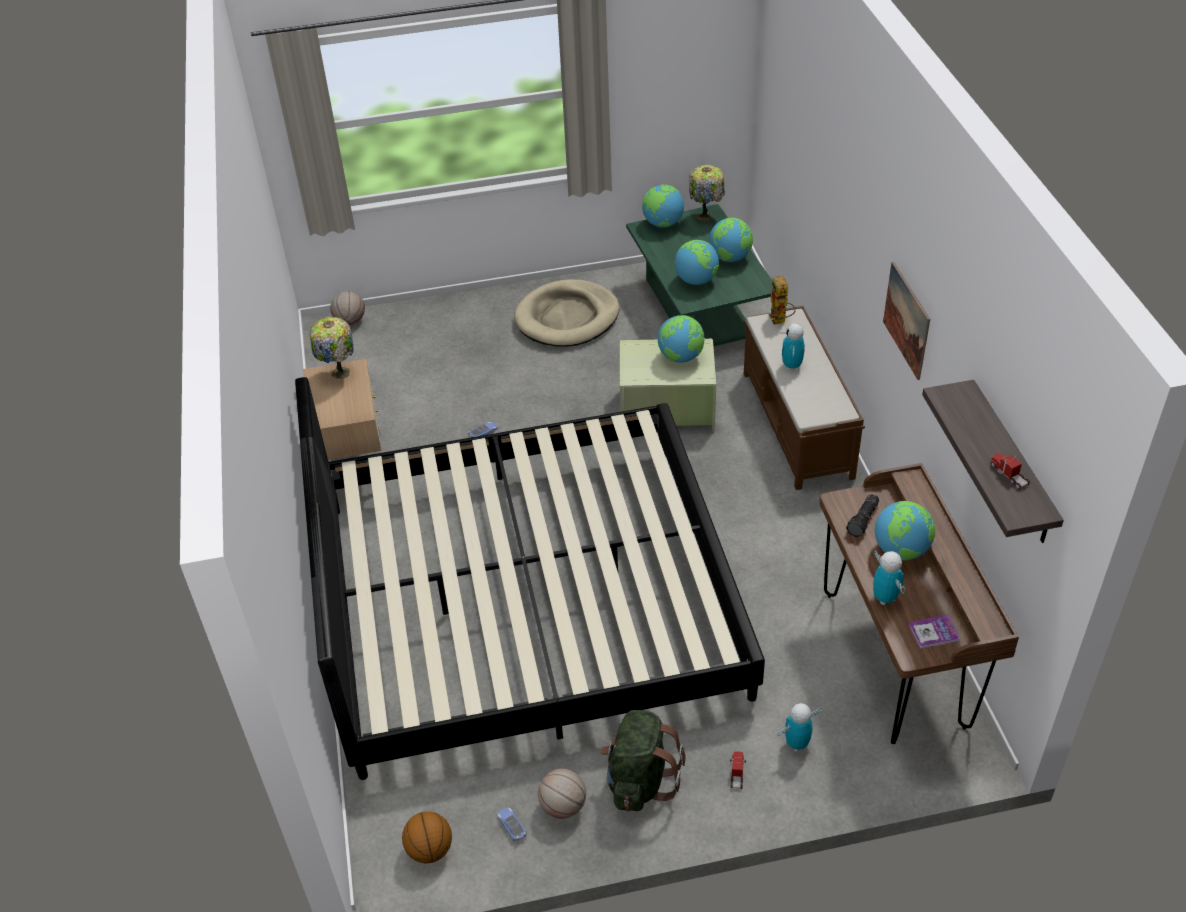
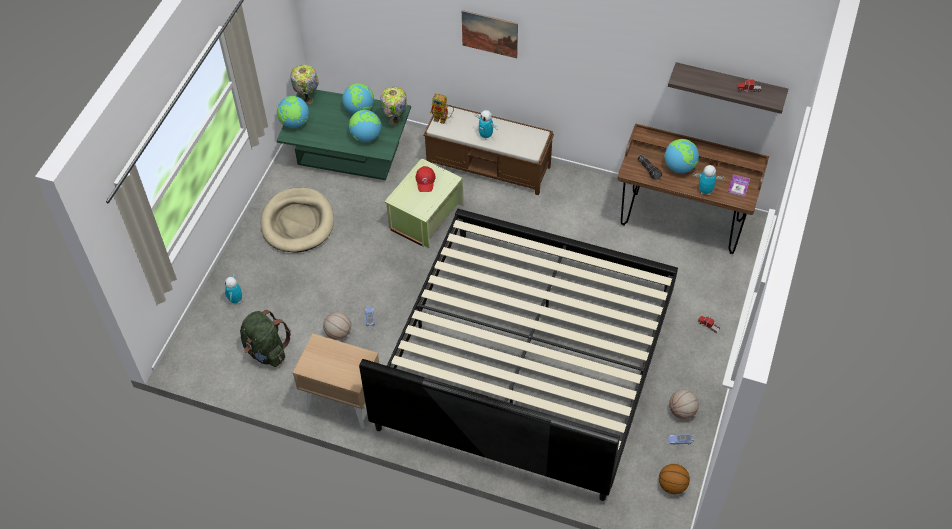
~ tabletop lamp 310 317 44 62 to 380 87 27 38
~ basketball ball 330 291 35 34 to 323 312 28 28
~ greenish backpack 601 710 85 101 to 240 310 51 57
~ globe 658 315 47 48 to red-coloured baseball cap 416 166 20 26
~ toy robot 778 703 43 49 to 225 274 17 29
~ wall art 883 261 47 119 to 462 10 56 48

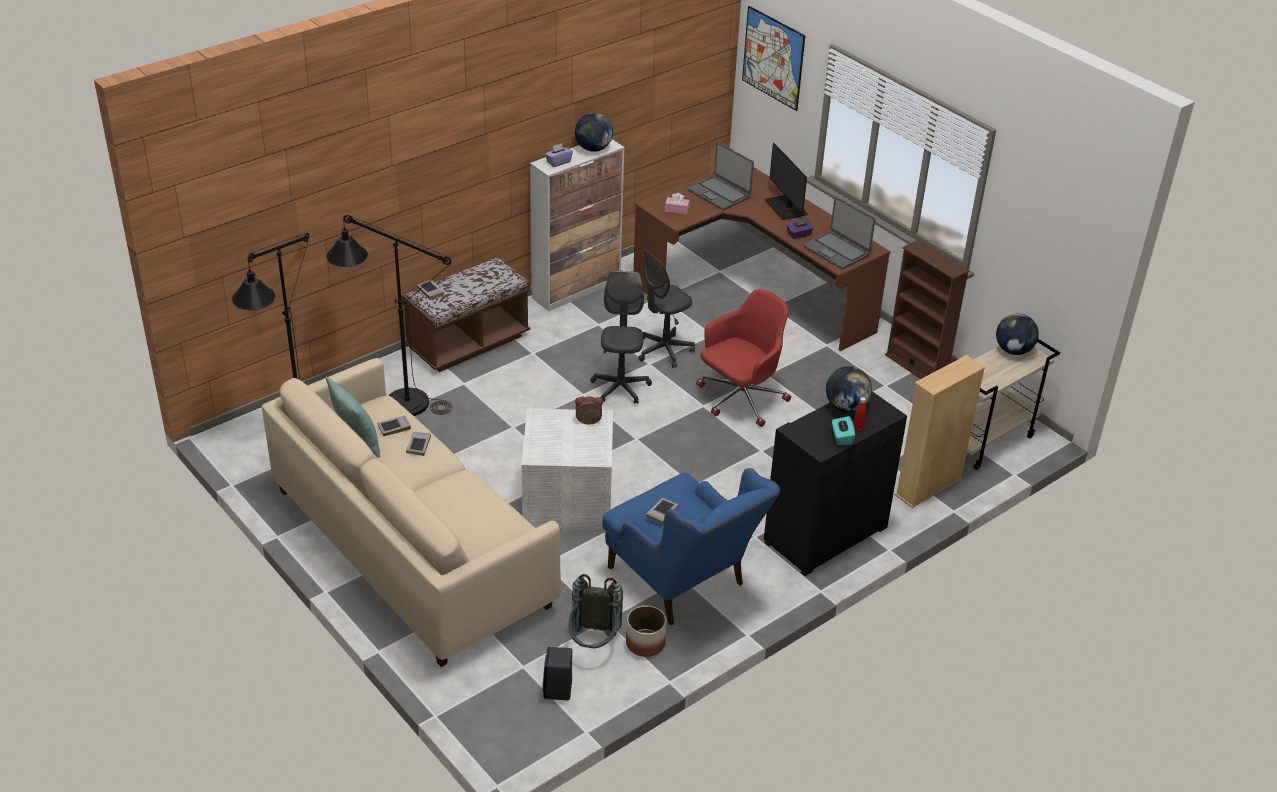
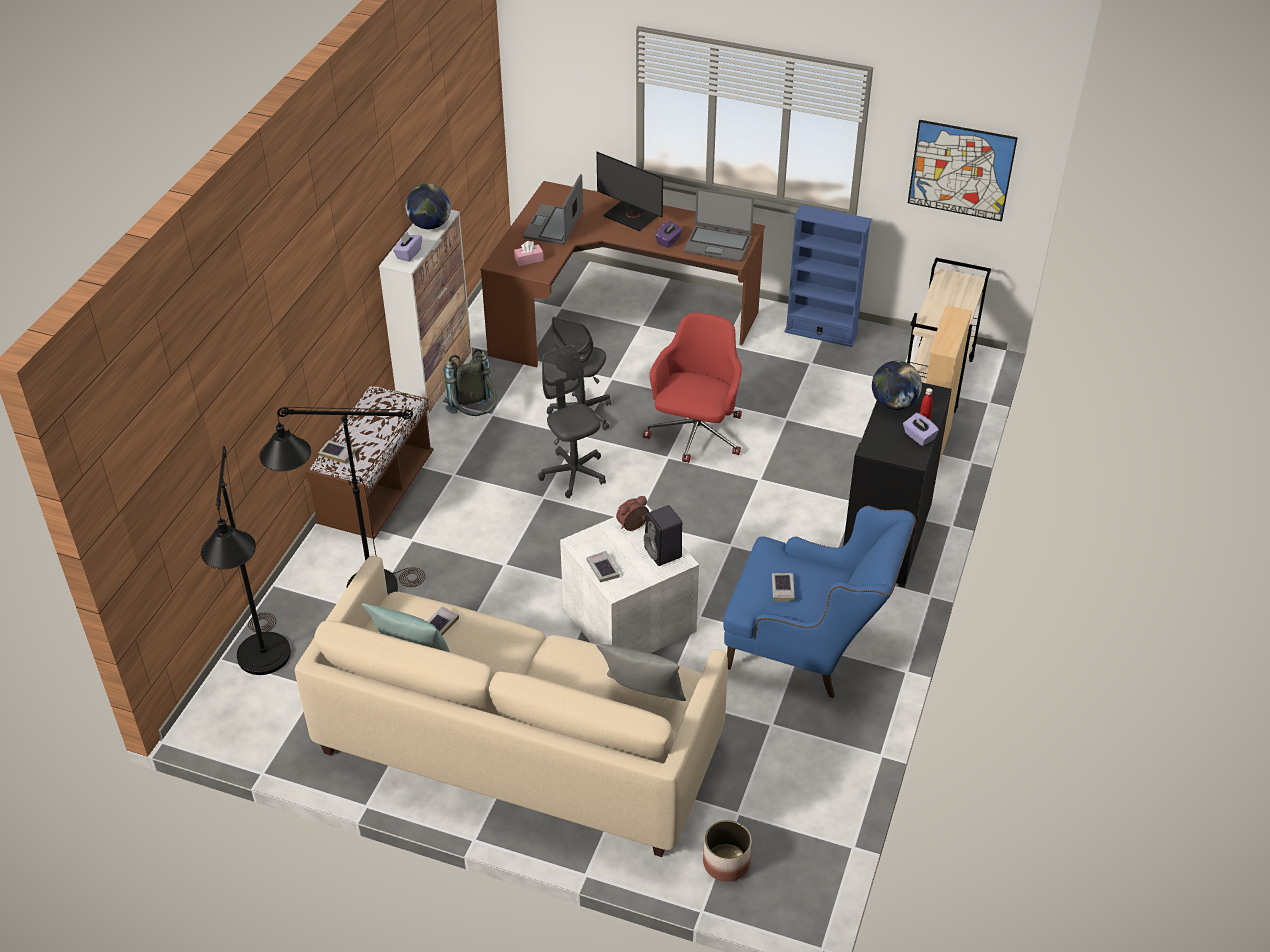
~ book 406 432 25 24 to 587 551 33 31
~ black audio speaker 543 647 29 53 to 644 505 38 61
~ gray backpack 568 574 55 74 to 444 349 53 67
~ planter 626 605 41 52 to 703 820 48 62
~ portable computer 688 142 66 68 = 523 174 60 71 90 degrees clockwise
~ wall art 742 6 63 105 to 908 120 110 102
~ turquoise-coloured tissue holder 832 416 23 29 to purple-coloured tissue holder 903 413 36 33
~ brownish shelving unit 885 240 84 139 to bluish shelving unit 784 204 88 143
- globe 996 314 43 41
+ gray cushion 596 643 90 58

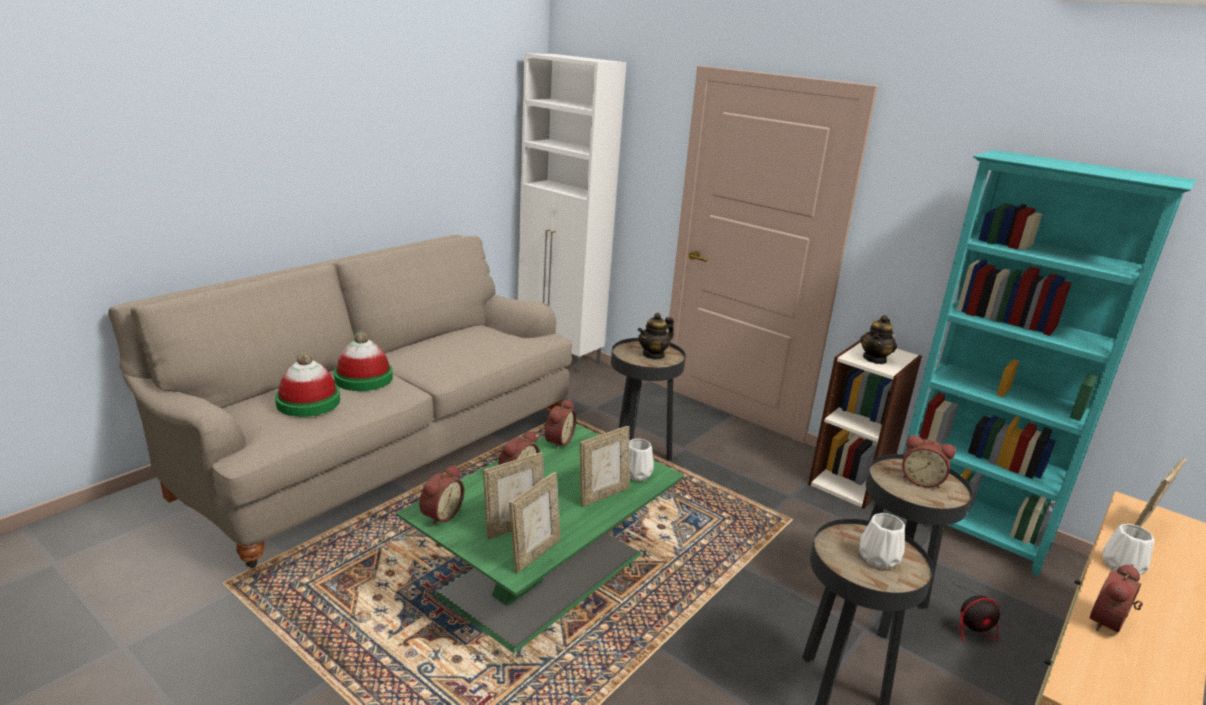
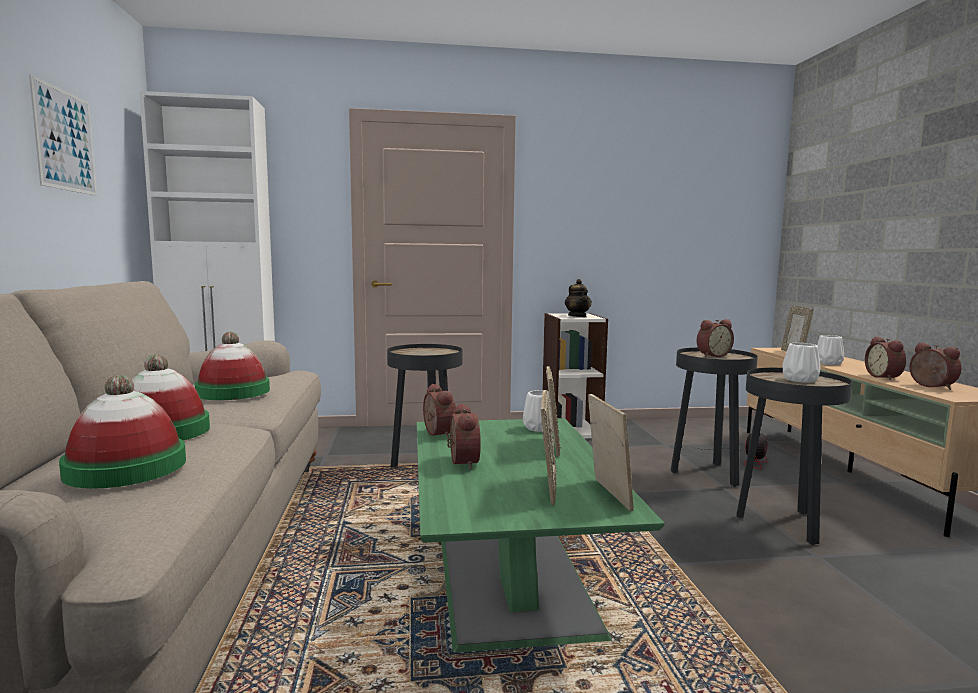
~ alarm clock 419 465 45 61 to 909 342 53 48
- tea pot 638 313 36 47
- turquoise-coloured shelving unit 888 150 309 426
+ wall art 29 74 68 122
+ hat 195 332 75 68

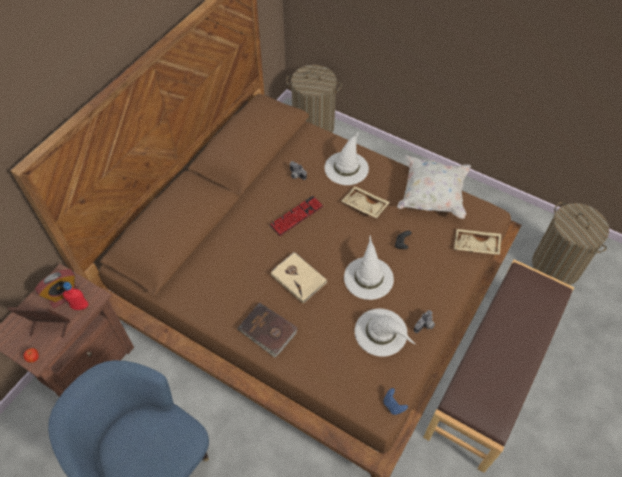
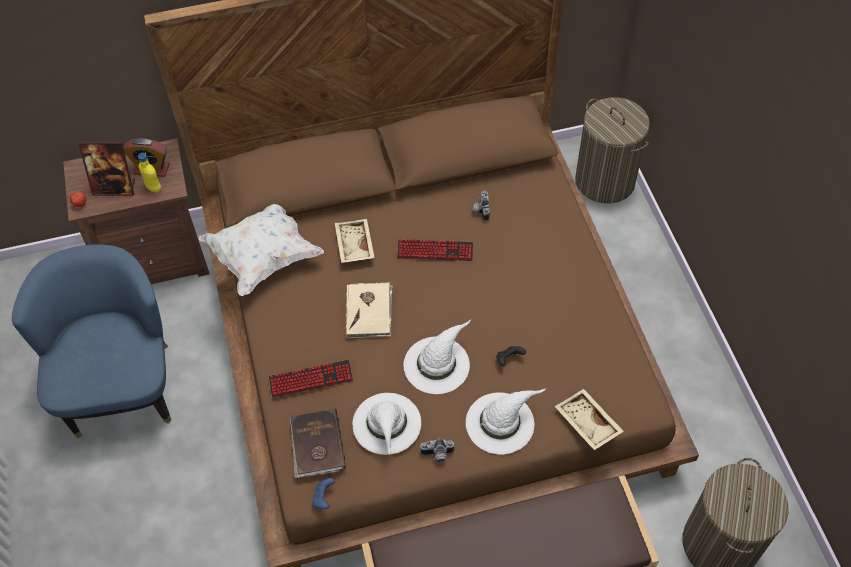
~ picture frame 8 307 62 30 = 78 142 57 54 135 degrees clockwise
~ red-coloured bottle 63 282 25 28 to yellow bottle 138 153 23 40
~ brownish book 237 302 61 56 to 290 408 56 70
~ white-coloured hat 324 131 45 54 to 466 388 81 66
~ sand-coloured tray 341 186 49 32 to 335 219 40 44
~ white-coloured cushion 397 155 74 64 to 199 204 125 92
+ keyboard 269 360 84 38

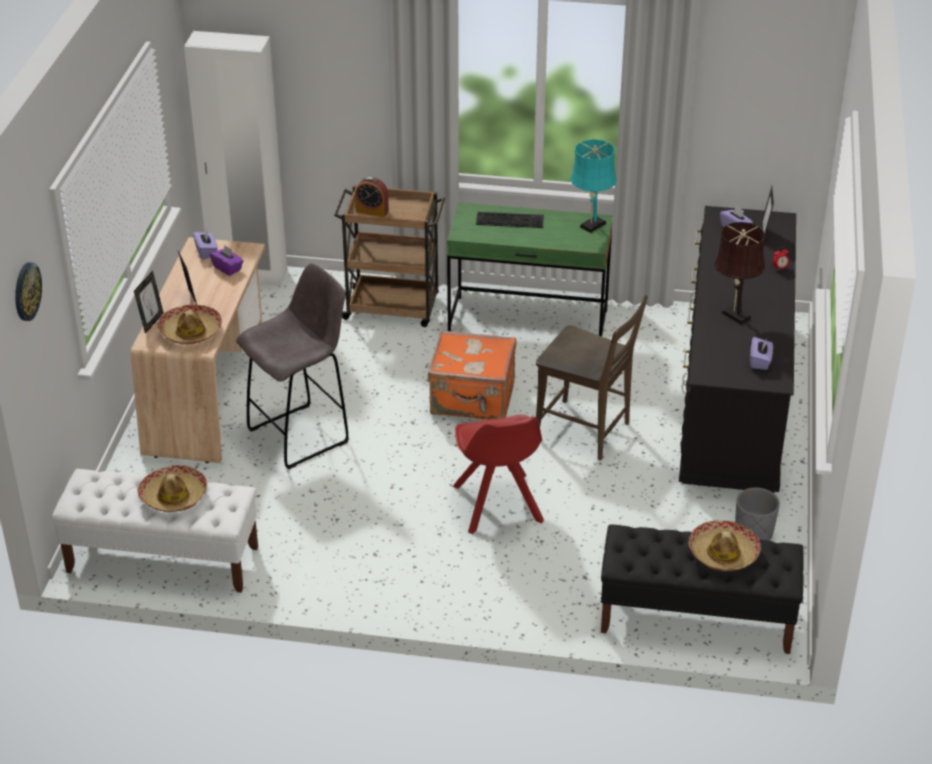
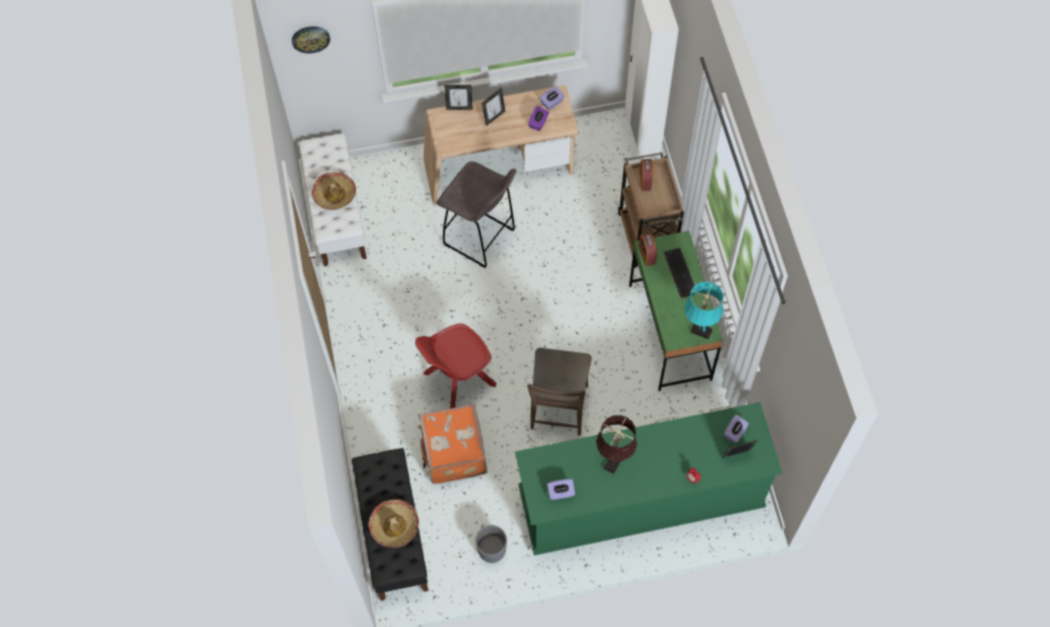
- hat 157 304 65 41
~ orangey suitcase 428 330 88 90 to 418 404 69 80
~ black drawer chest 679 206 117 287 to greenish drawer chest 515 402 267 153
+ alarm clock 639 233 18 33

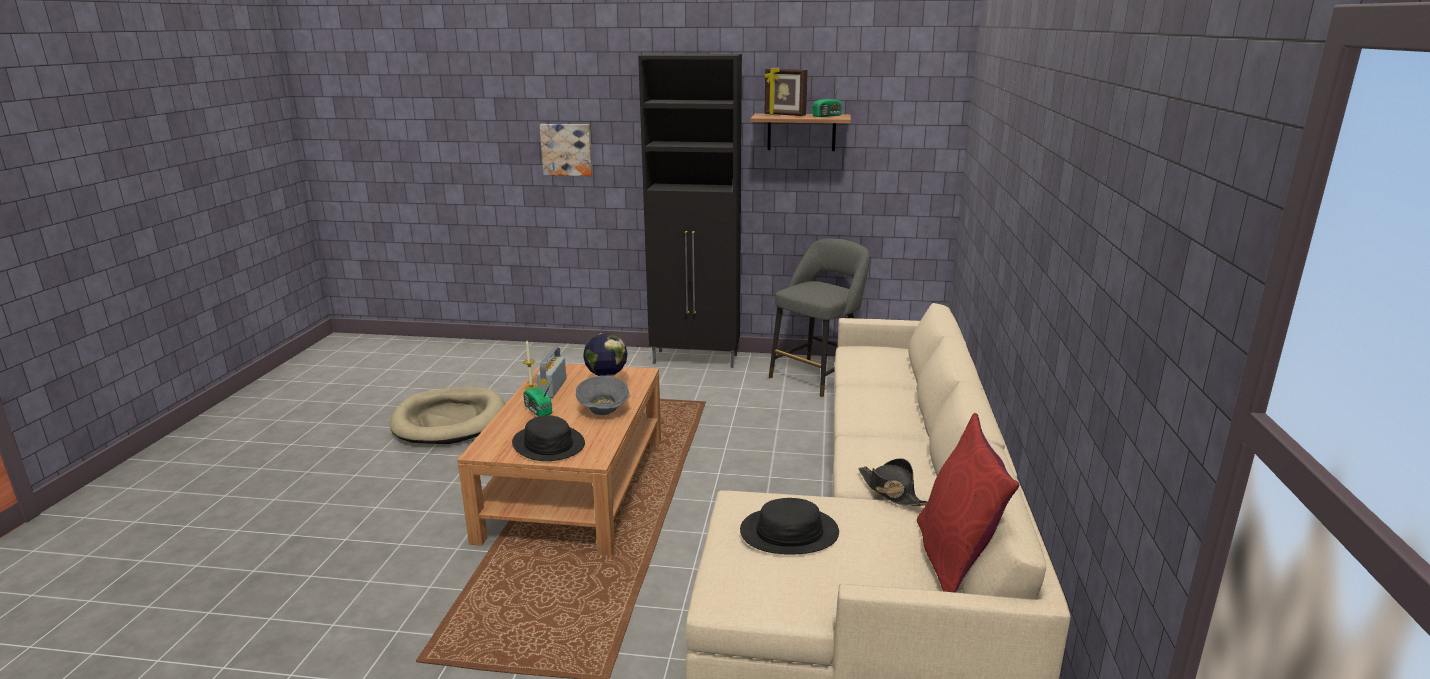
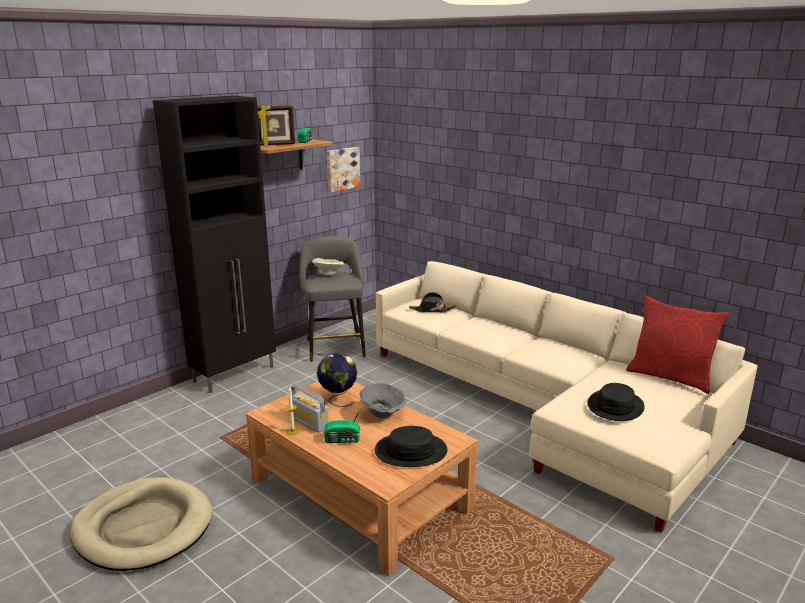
~ wall art 539 124 54 52 to 327 147 33 45
~ black hat 859 458 69 48 to 409 292 48 21
+ sand-coloured deep dish 312 258 32 17

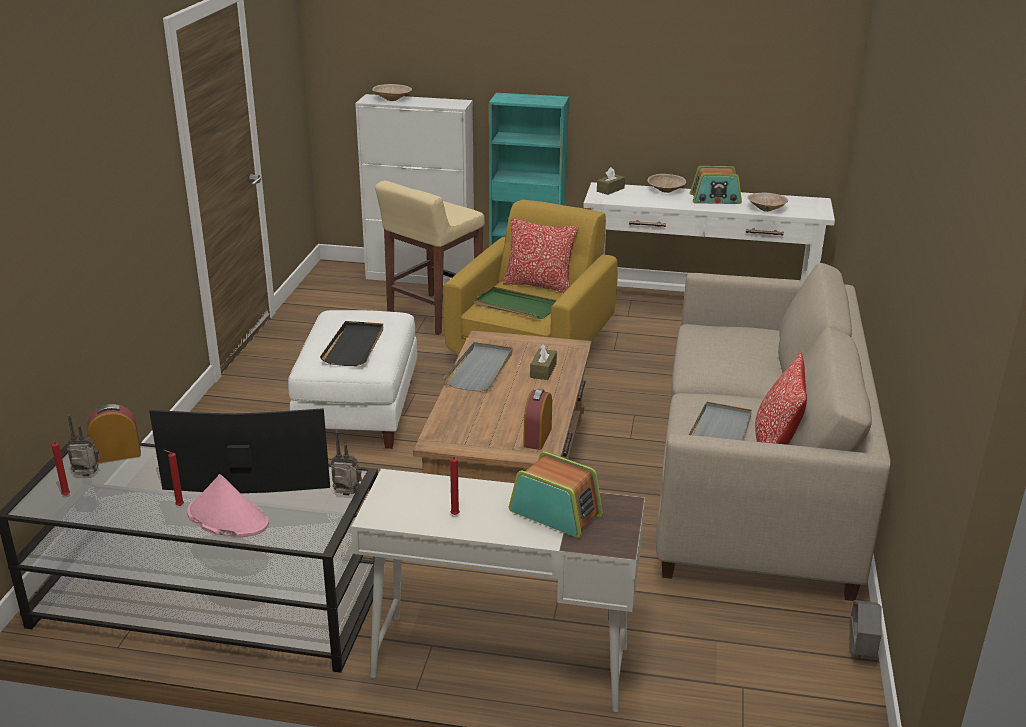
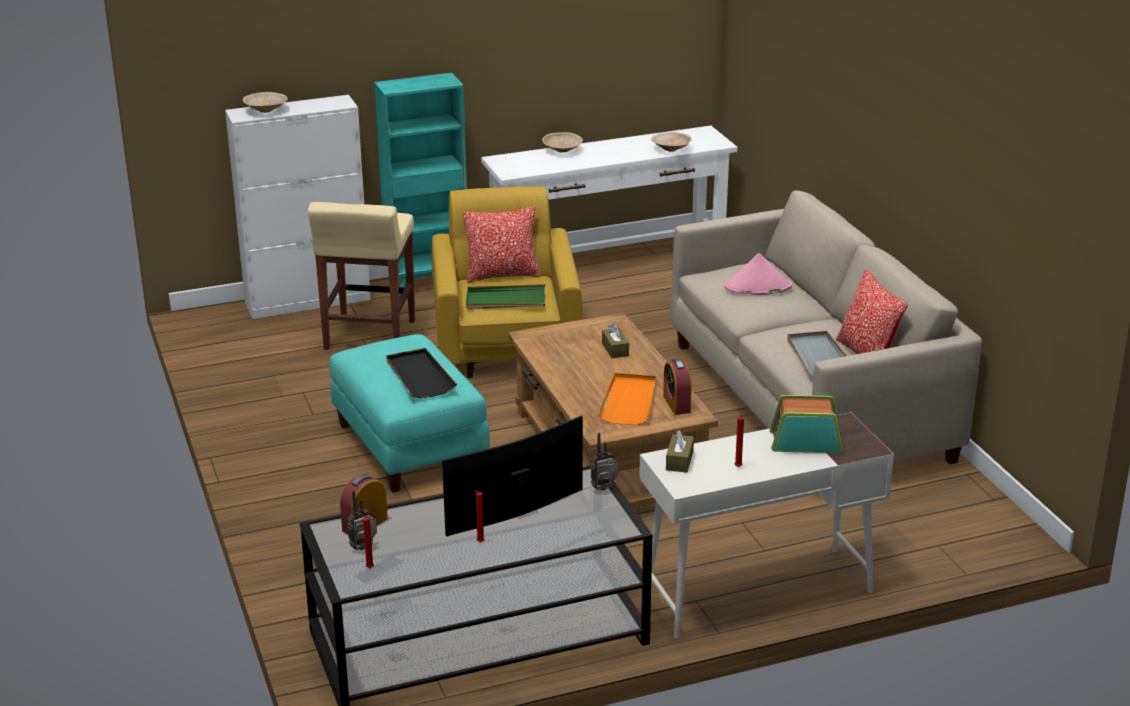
~ pink hat 187 474 82 64 to 724 253 68 42
~ white-coloured footrest 288 310 129 139 to turquoise-coloured footrest 329 334 161 159
- gray tray 443 342 69 50
~ brownish tissue holder 597 167 28 28 to 666 430 28 43
- radio set 690 166 52 38
- gray planter 849 600 33 57
+ orangey tray 598 373 58 52

